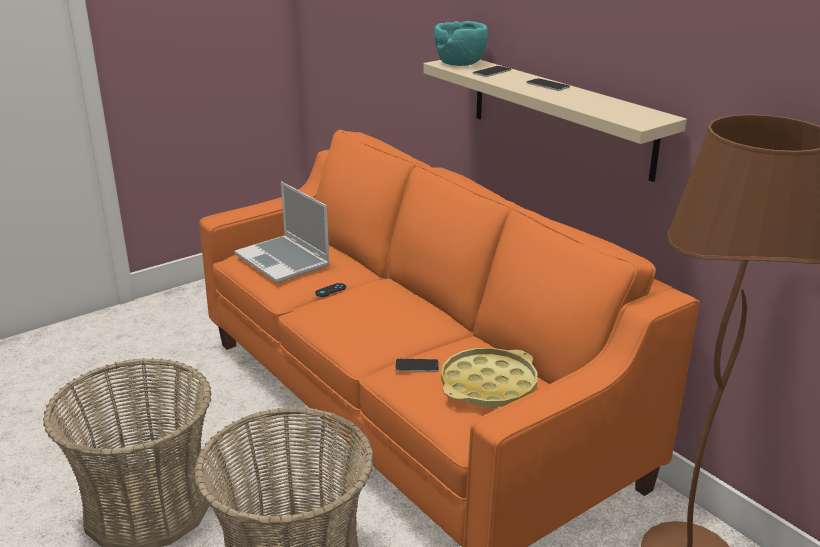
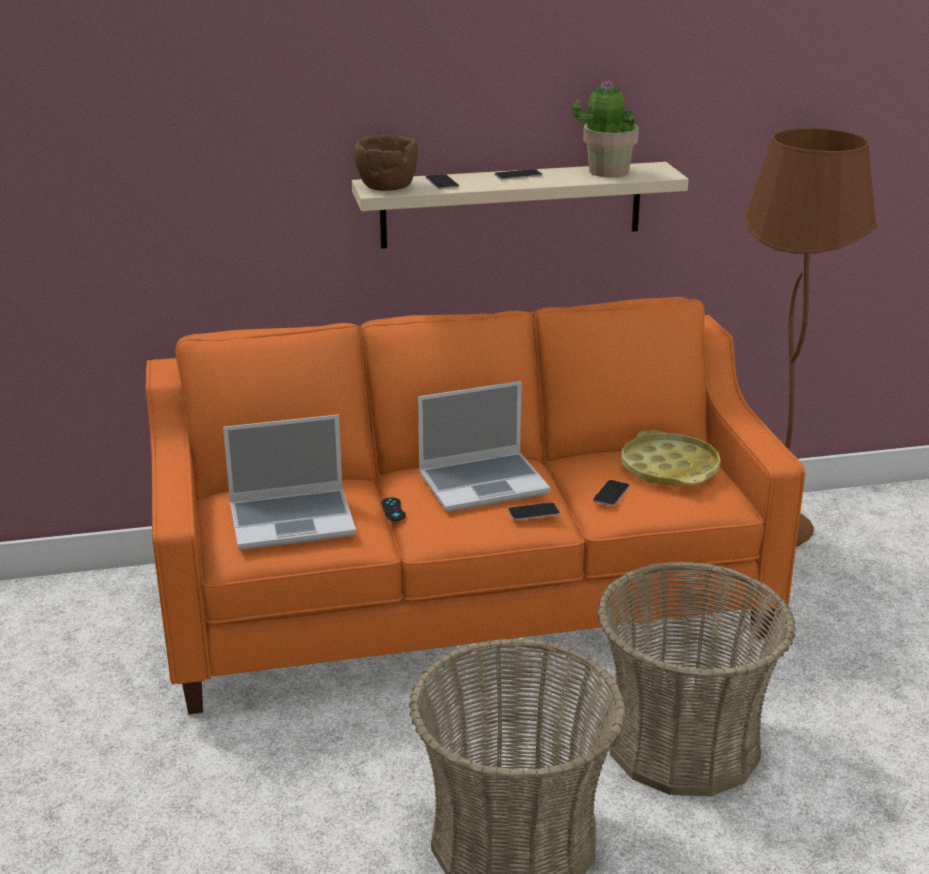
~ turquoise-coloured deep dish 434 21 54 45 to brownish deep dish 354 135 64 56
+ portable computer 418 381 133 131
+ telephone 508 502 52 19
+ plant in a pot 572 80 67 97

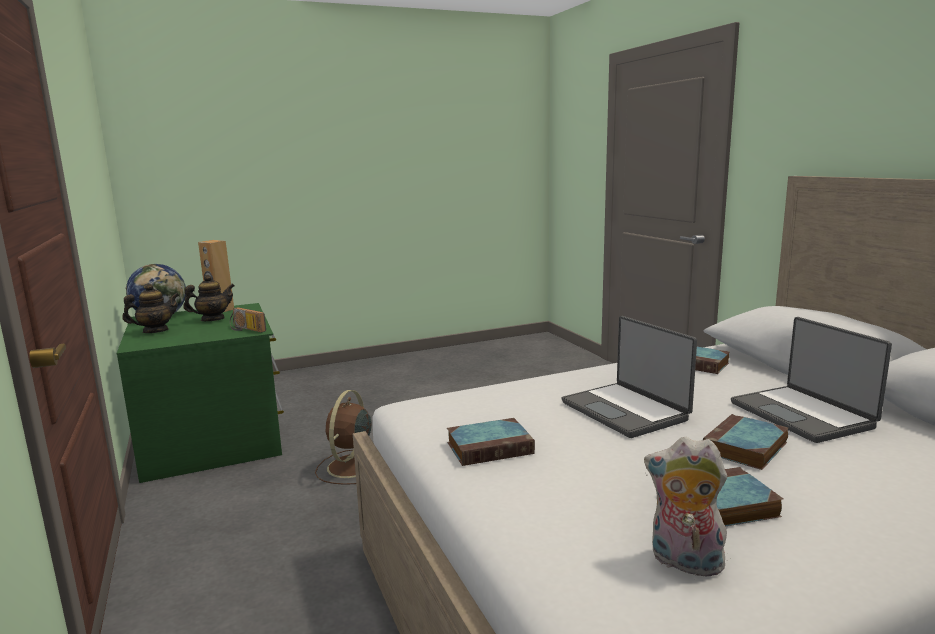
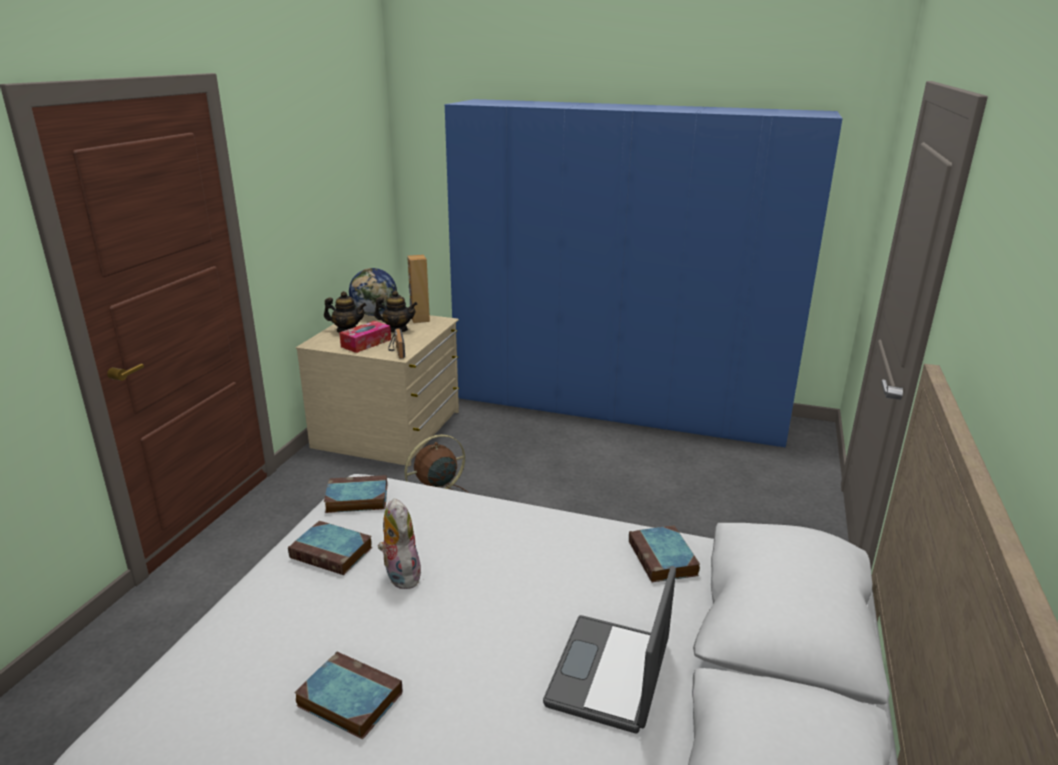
~ greenish drawer chest 117 303 167 180 to sand-coloured drawer chest 296 314 163 152
- portable computer 562 316 135 122
~ plush toy 644 437 84 140 to 377 498 44 91
~ book 703 414 85 56 to 324 475 63 38
+ tissue holder 339 321 52 32
+ bluish clothes cupboard 445 99 398 348

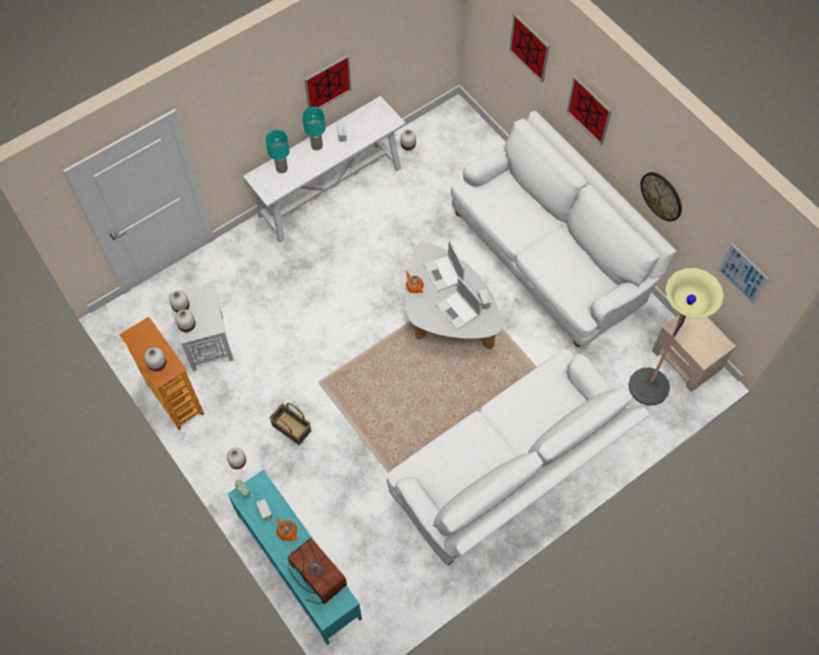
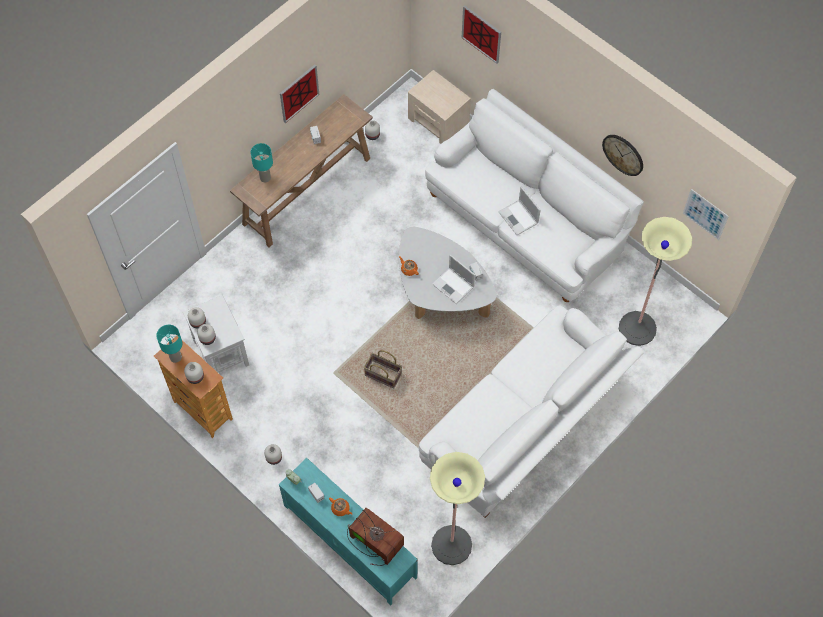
~ white-coloured console table 243 96 163 147 to brownish console table 230 94 143 153
~ household basket 269 403 42 42 to 364 350 38 39
~ turquoise-coloured tabletop lamp 302 107 24 43 to 156 325 26 38
~ portable computer 424 240 40 52 to 498 186 42 49
- wall art 567 76 45 69
~ sand-coloured bedside table 652 314 84 78 to 408 70 63 74
+ standing lamp 430 452 55 113

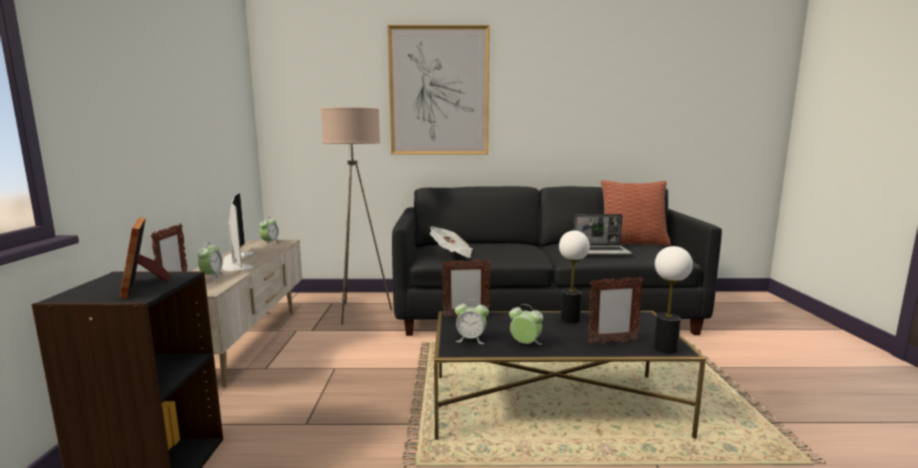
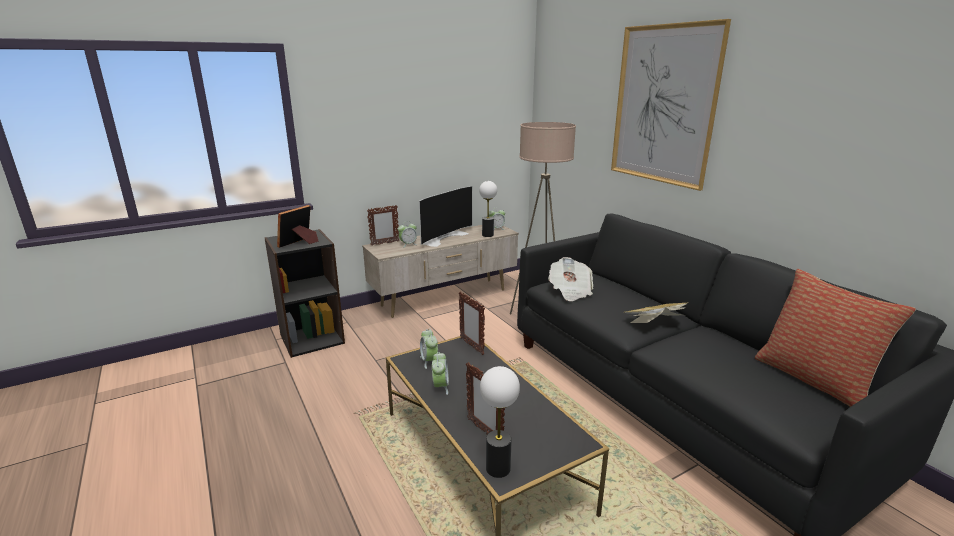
~ tabletop lamp 559 230 31 93 to 479 181 18 56
- portable computer 574 214 58 41
+ book 625 303 62 20

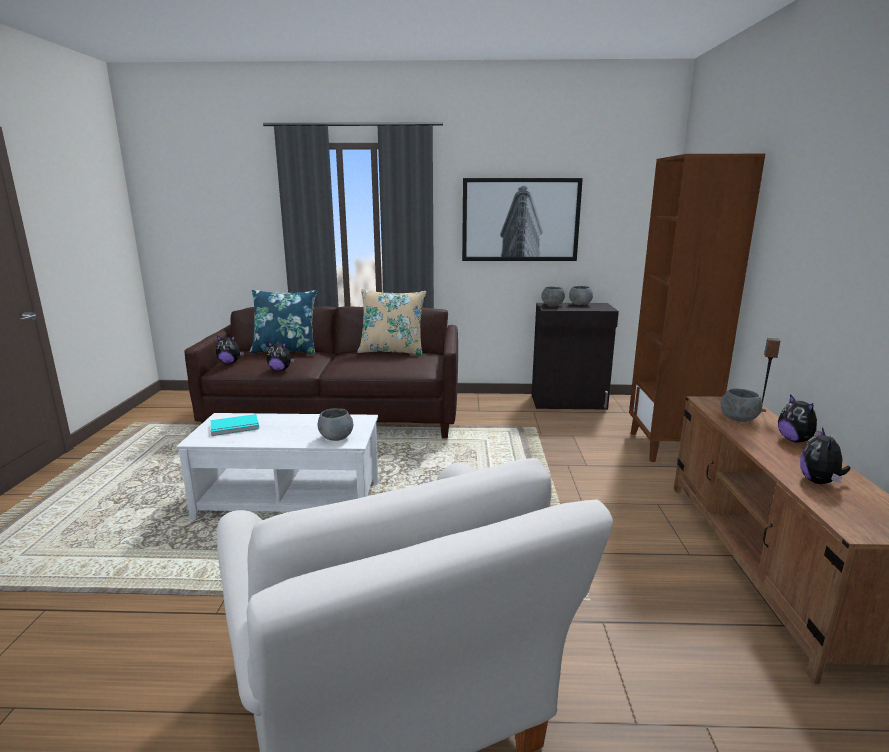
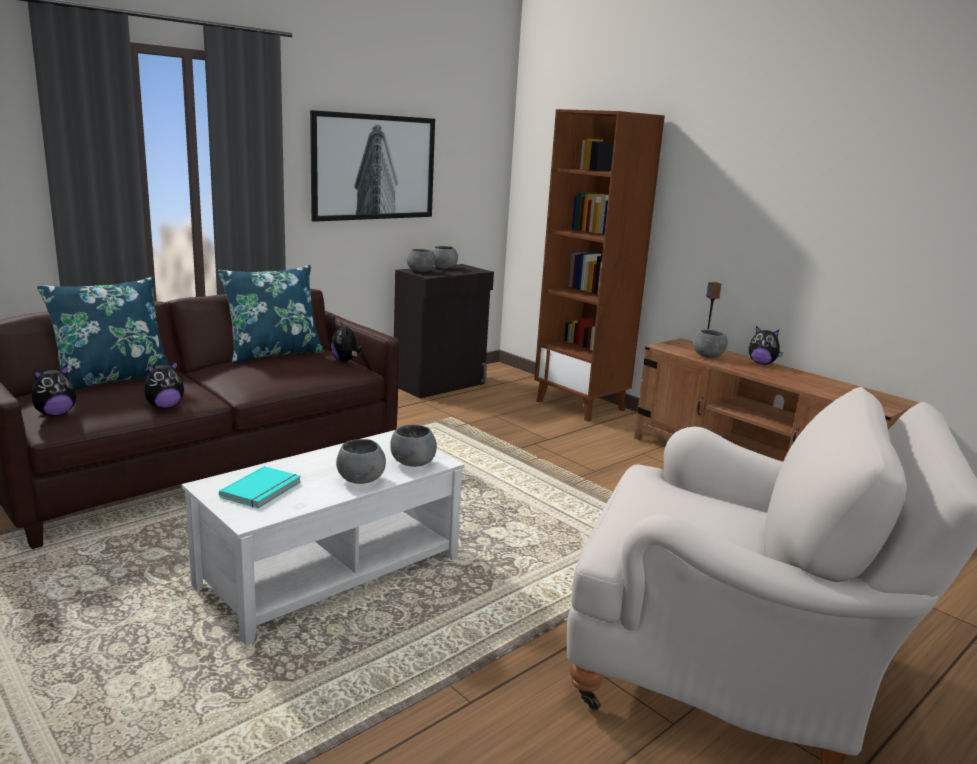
~ sand-coloured cushion 357 289 69 67 to bluish cushion 218 265 106 99
~ plush toy 800 428 50 56 to 331 321 31 41
+ gray deep dish 336 439 50 45

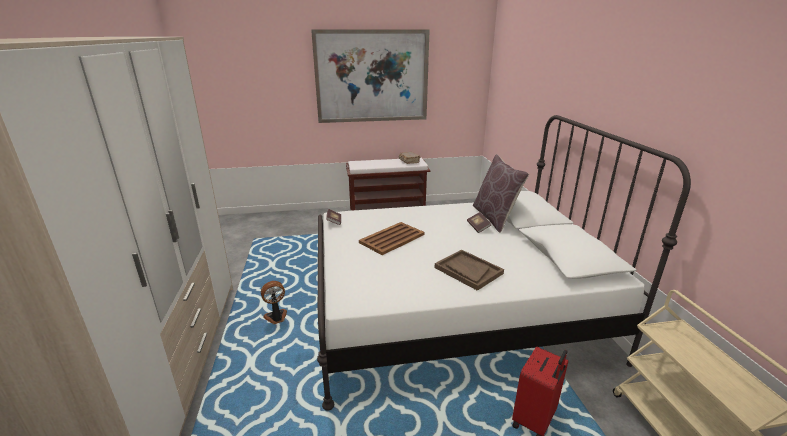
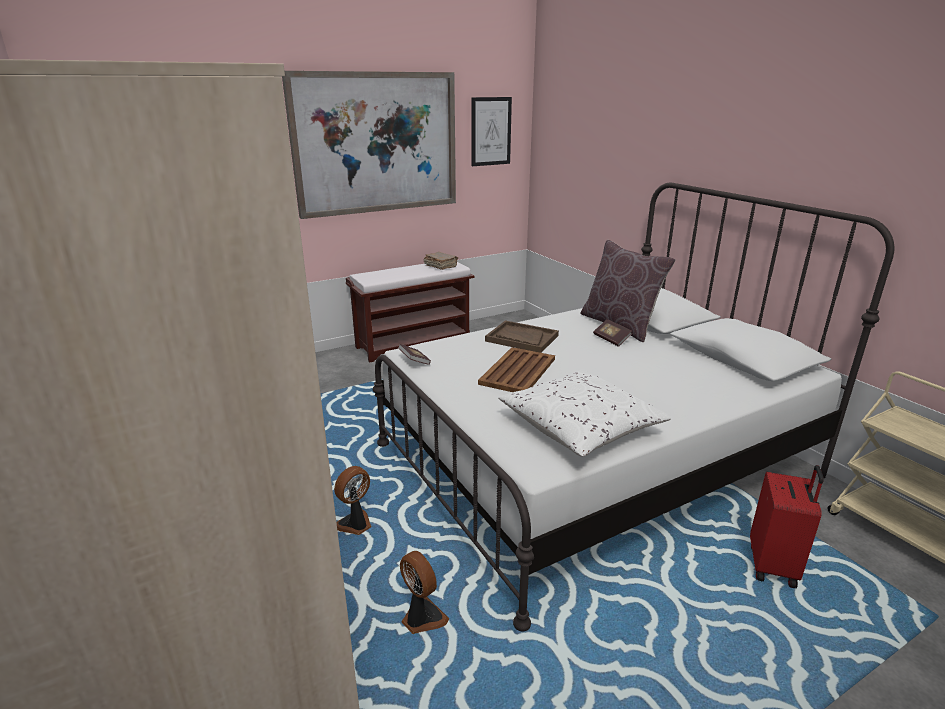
~ brownish tray 435 250 69 41 to 485 320 74 33
+ cooling fan 400 551 49 83
+ wall art 471 97 41 69
+ white-coloured cushion 498 369 173 88

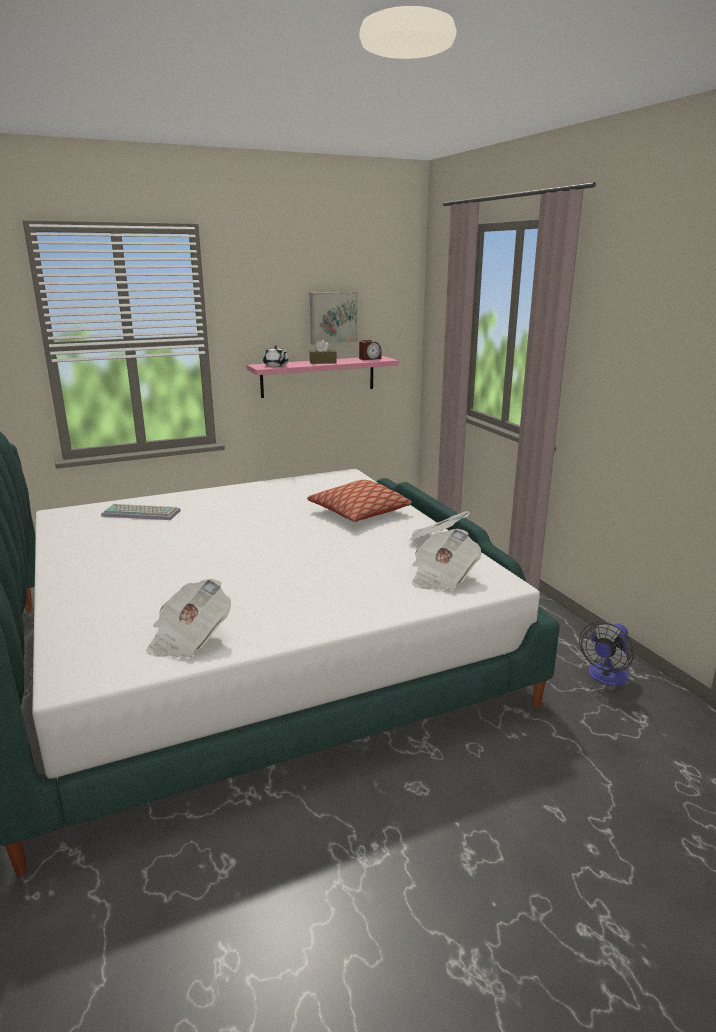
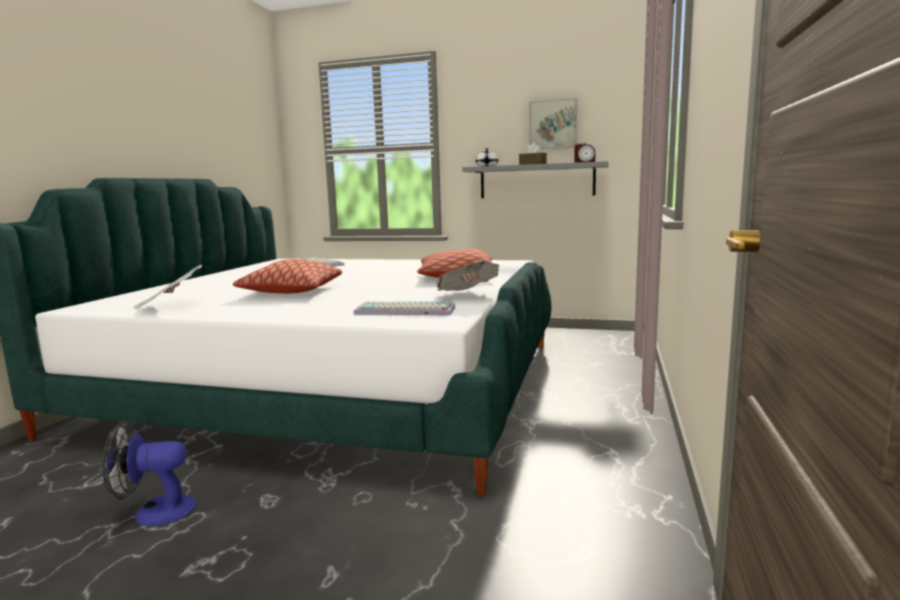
~ pink bracket shelf 247 356 152 42 to gray bracket shelf 462 161 147 37
~ newspaper 412 529 69 61 to keyboard 353 301 102 14
~ cooling fan 579 622 55 64 to 102 422 94 104
+ cushion 233 259 109 34

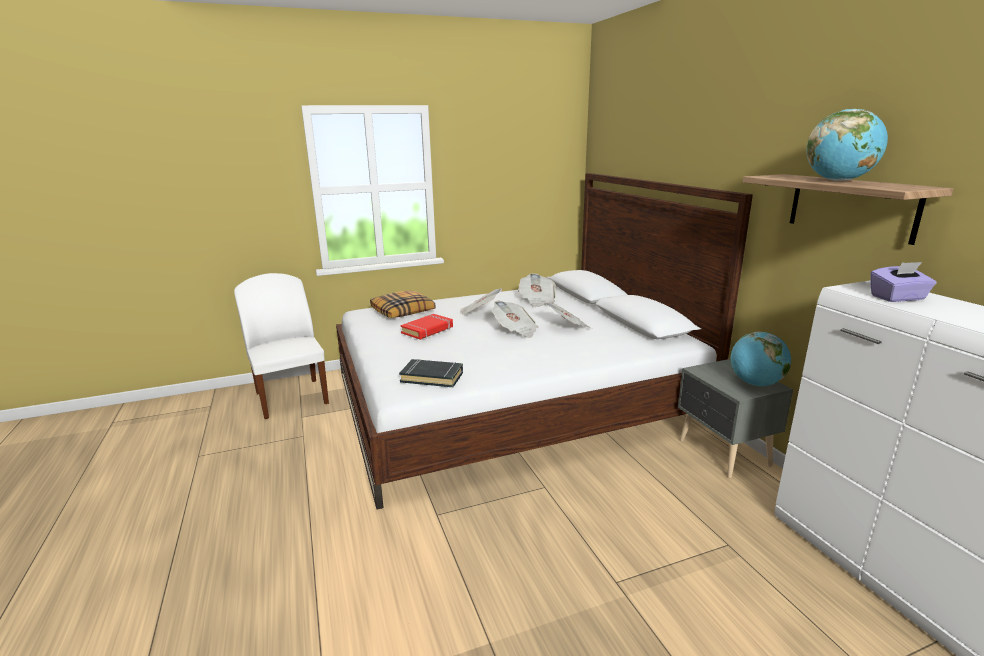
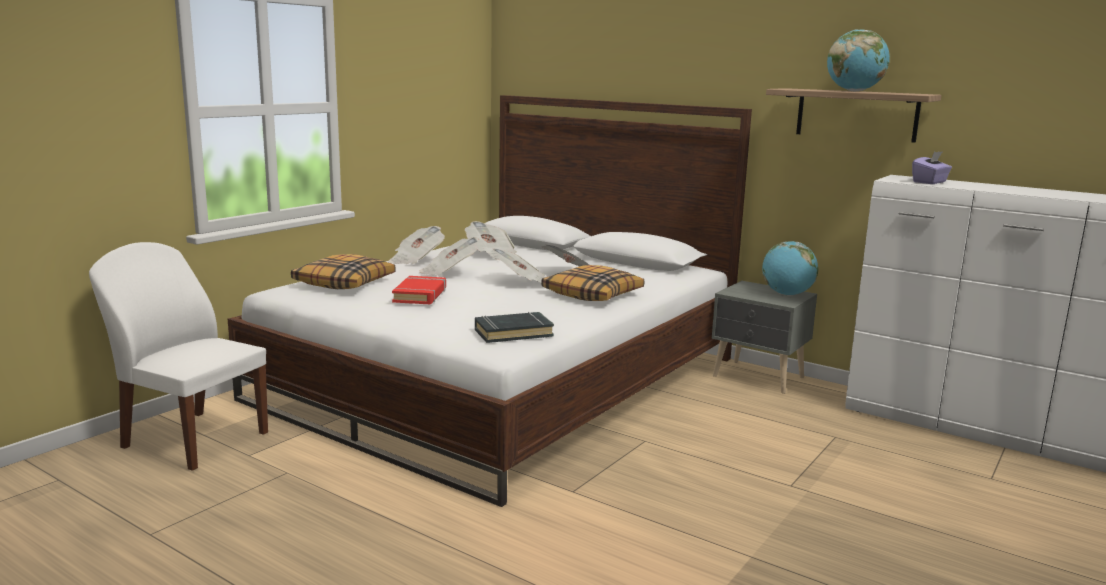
+ newspaper 389 226 56 38
+ cushion 541 265 103 36

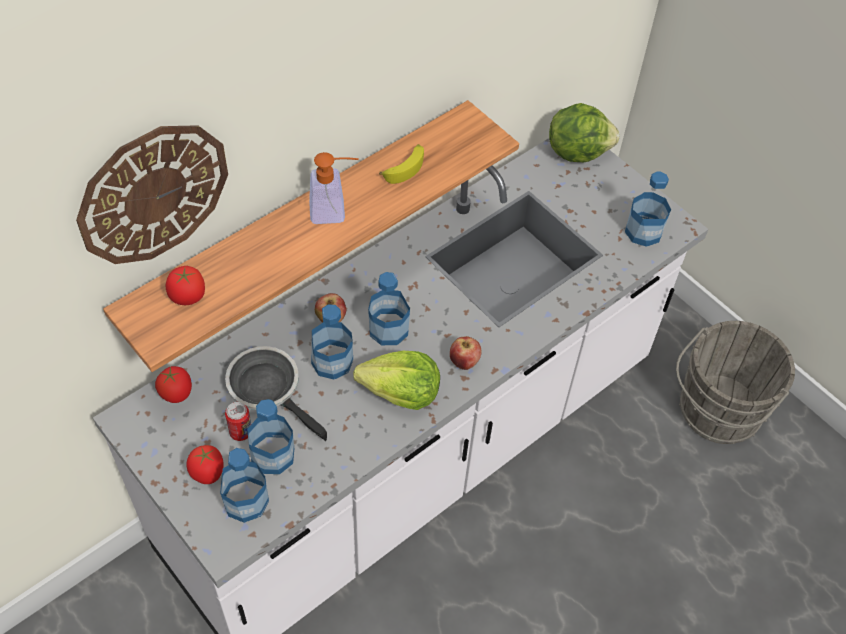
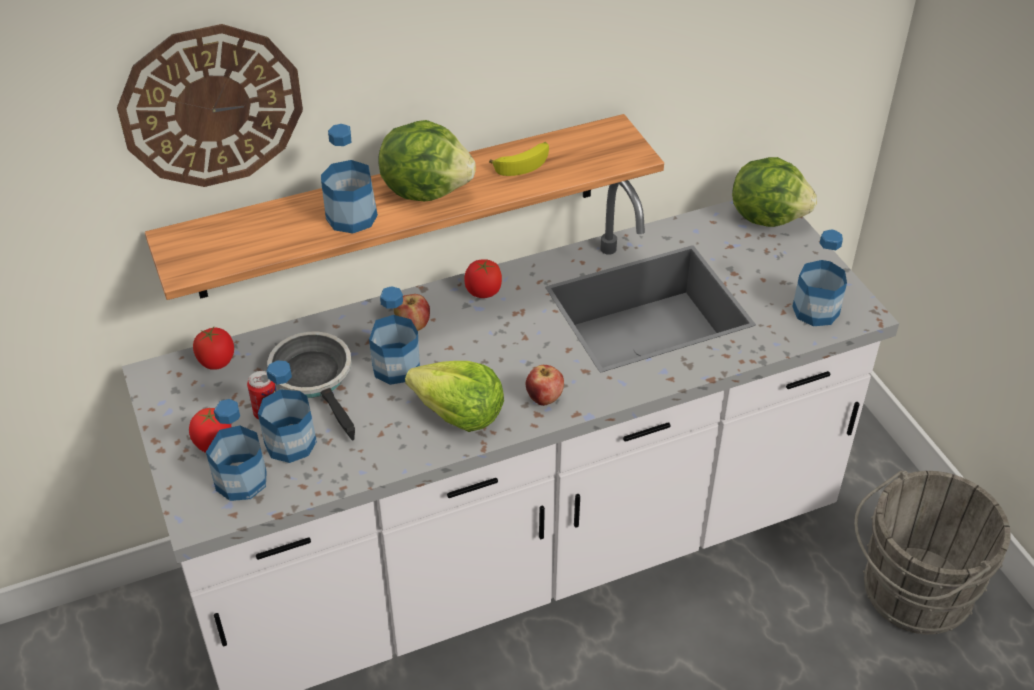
~ fresh tomato 166 266 39 39 to 464 259 38 39
~ liquid soap bottle 309 152 50 72 to head of lettuce 378 120 98 81
~ bottle 368 272 42 73 to 321 124 57 110

